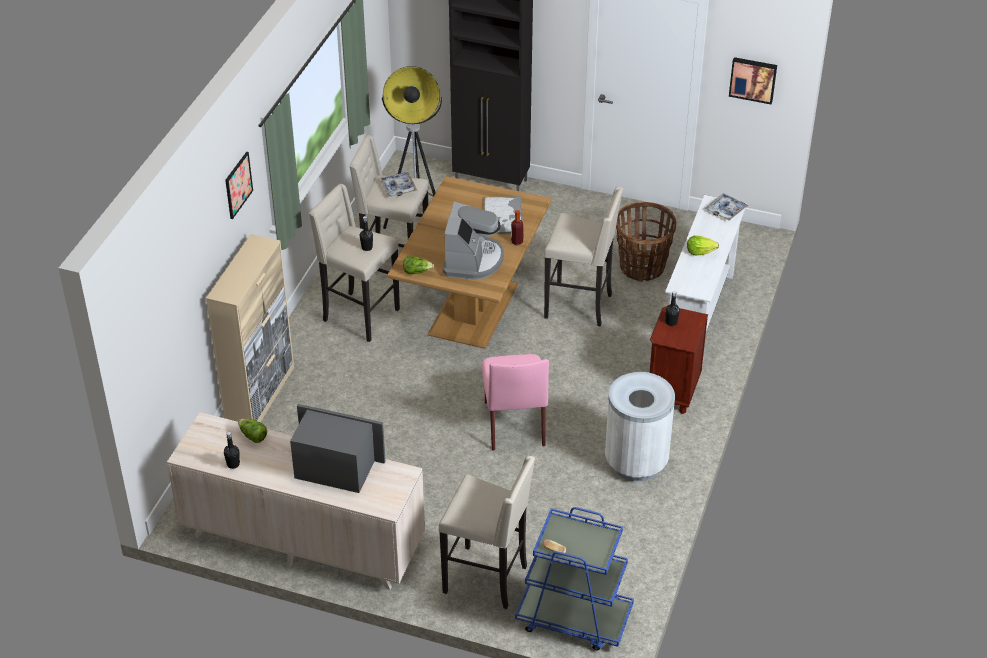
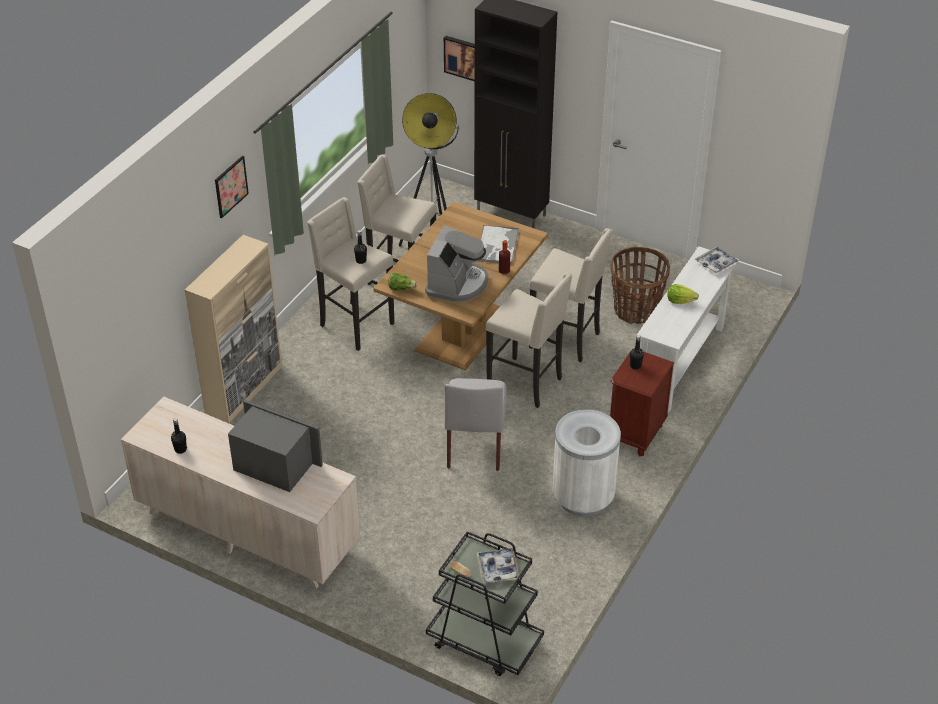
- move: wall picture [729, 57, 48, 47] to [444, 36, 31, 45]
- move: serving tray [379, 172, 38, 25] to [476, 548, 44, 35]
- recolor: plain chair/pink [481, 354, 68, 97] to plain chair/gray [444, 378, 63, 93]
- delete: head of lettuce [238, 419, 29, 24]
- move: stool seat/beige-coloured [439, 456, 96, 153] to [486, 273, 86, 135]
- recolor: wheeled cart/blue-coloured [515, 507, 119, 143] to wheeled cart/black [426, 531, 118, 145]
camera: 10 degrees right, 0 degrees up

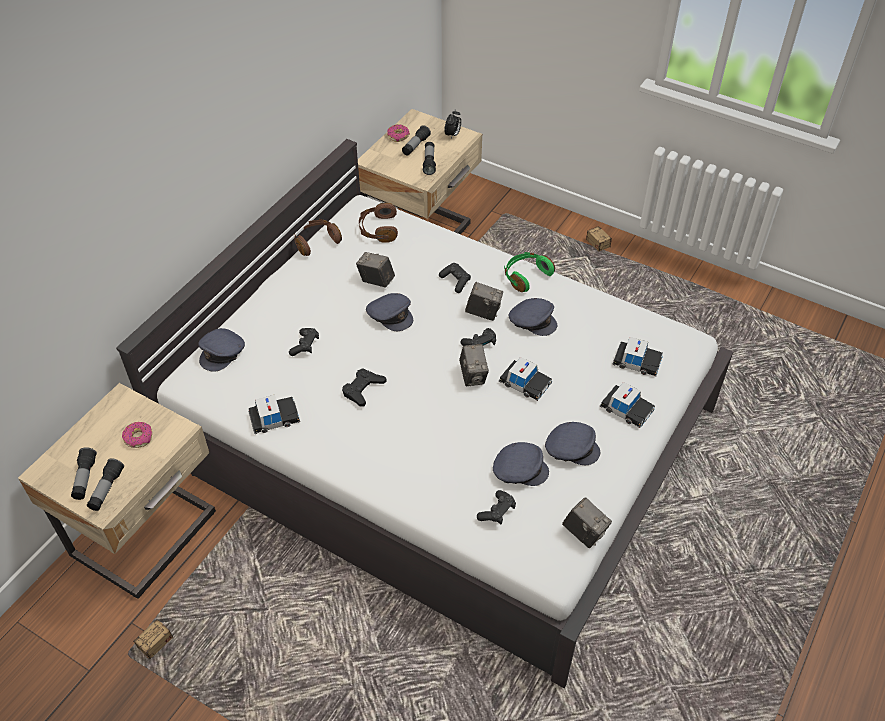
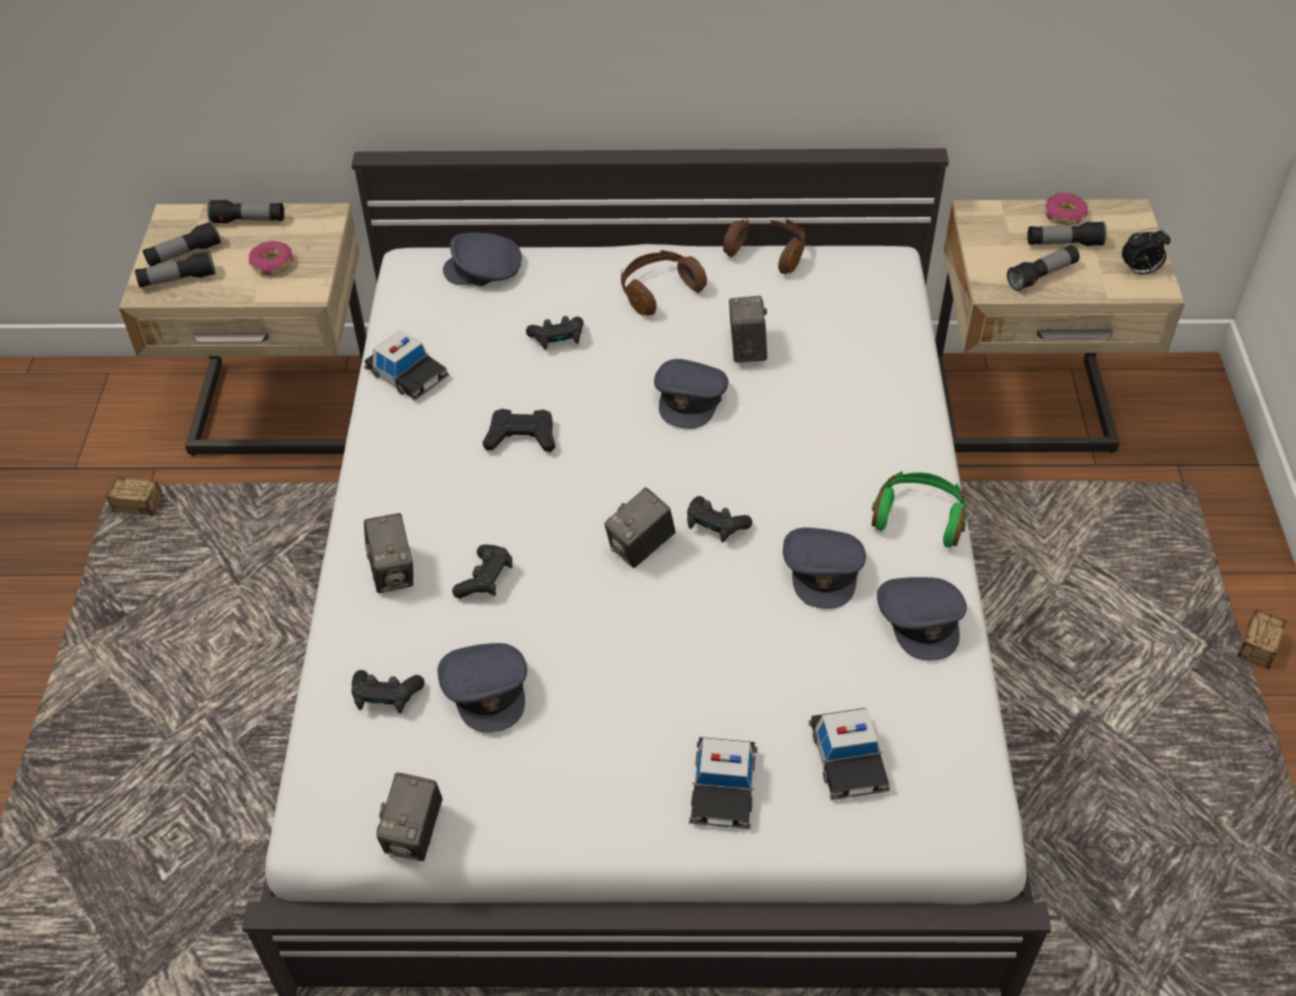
- move: headphones/brown-coloured [359, 203, 39, 40] to [621, 250, 86, 66]
- move: game controller/black [439, 263, 32, 30] to [452, 545, 61, 53]
- move: photo camera [465, 282, 38, 39] to [364, 513, 49, 80]
- delete: miniature car [498, 357, 54, 44]
- move: peaked cap/gray [545, 422, 55, 43] to [877, 577, 90, 83]
- insert: torch [207, 199, 77, 25]
camera: 60 degrees right, 0 degrees up

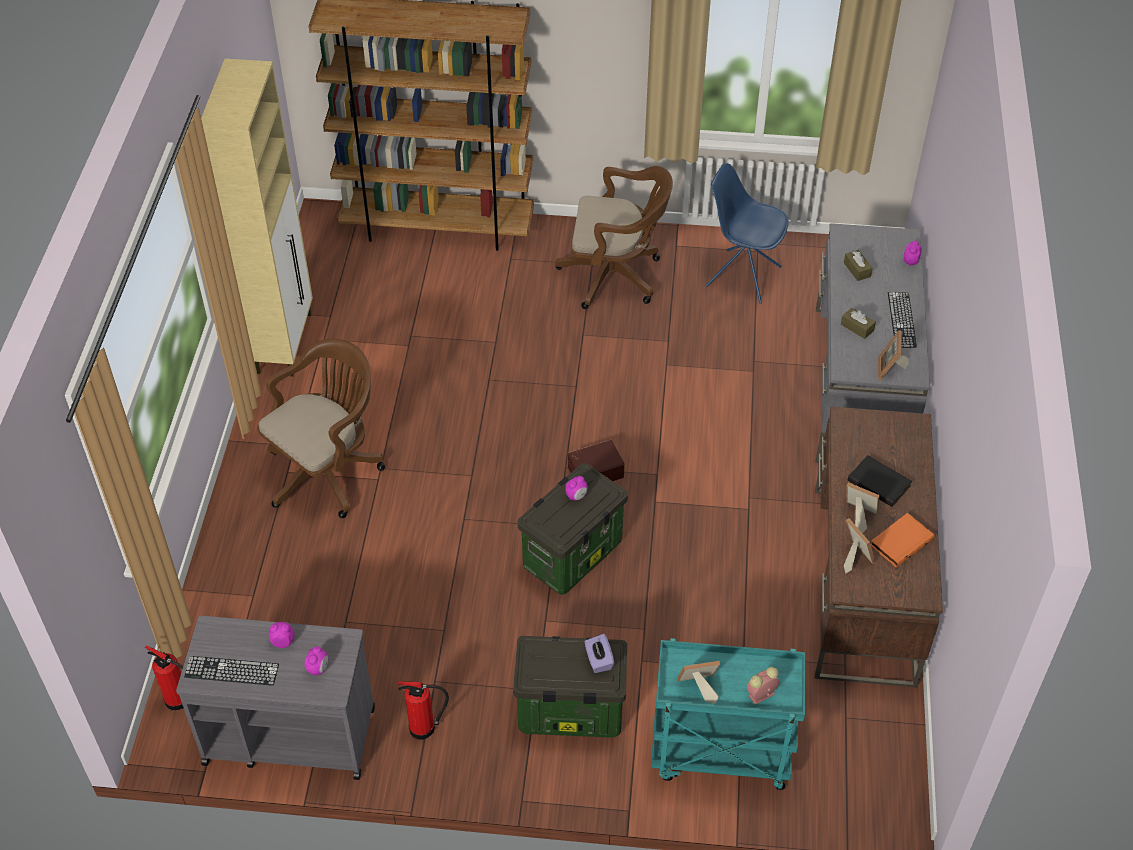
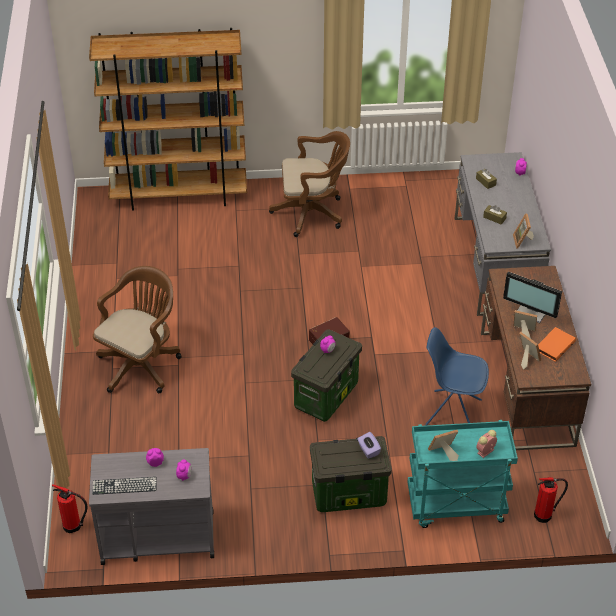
- delete: cupboard/beige-coloured [201, 59, 112, 318]
- move: plain chair/blue-coloured [706, 163, 83, 141] to [425, 327, 64, 98]
- delete: computer keyboard [888, 292, 29, 56]
- replace: volume/black [848, 455, 64, 52] to computer screen [503, 272, 59, 51]
- move: fire-fighting cylinder [398, 682, 51, 58] to [534, 477, 34, 46]
camera: 10 degrees left, 5 degrees down

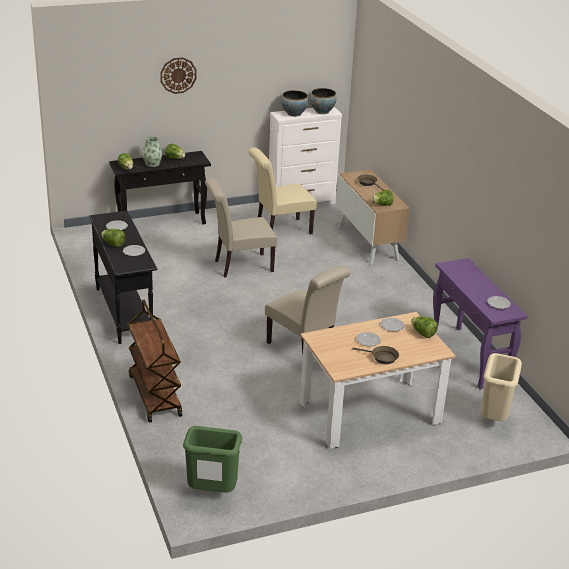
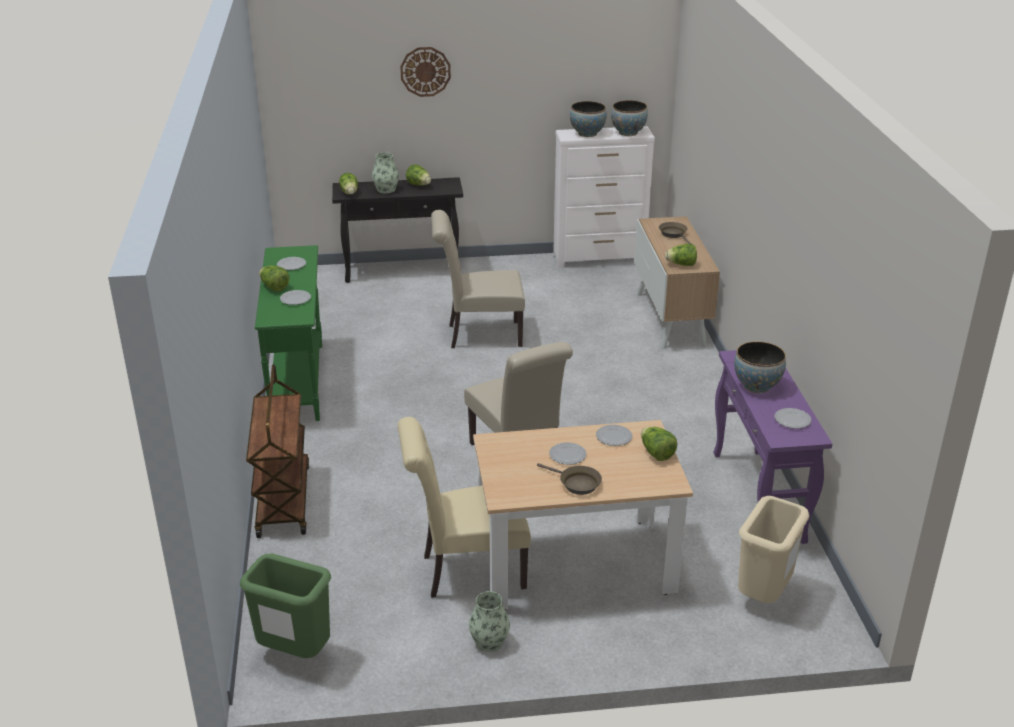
- move: plain chair/beige-coloured [248, 147, 69, 88] to [398, 417, 133, 181]
- recolor: console table/black [89, 211, 68, 133] to console table/greenish [255, 245, 67, 176]
- insert: serving bowl [734, 342, 52, 51]
- insert: vase [469, 591, 41, 61]
camera: 15 degrees right, 0 degrees up

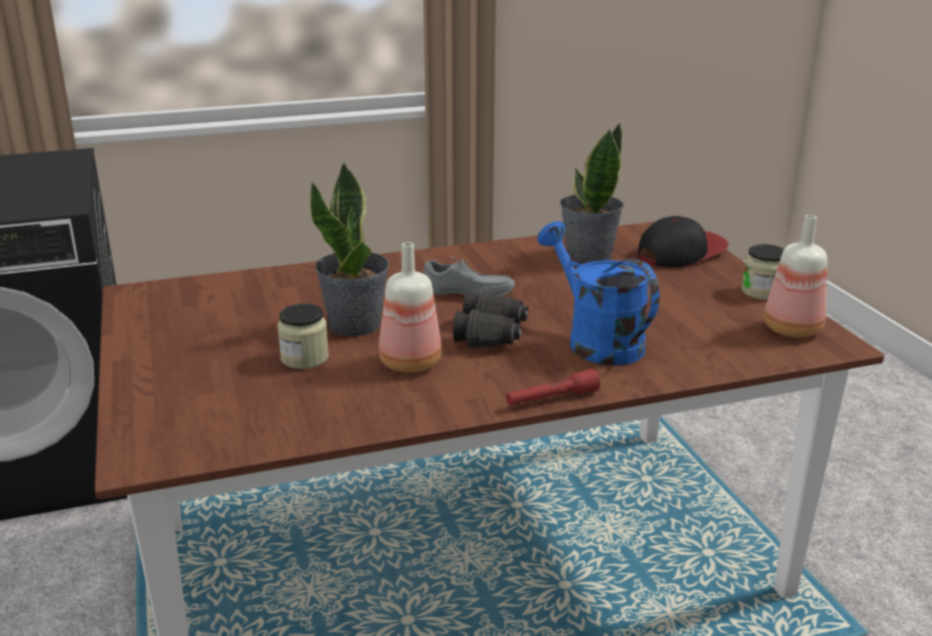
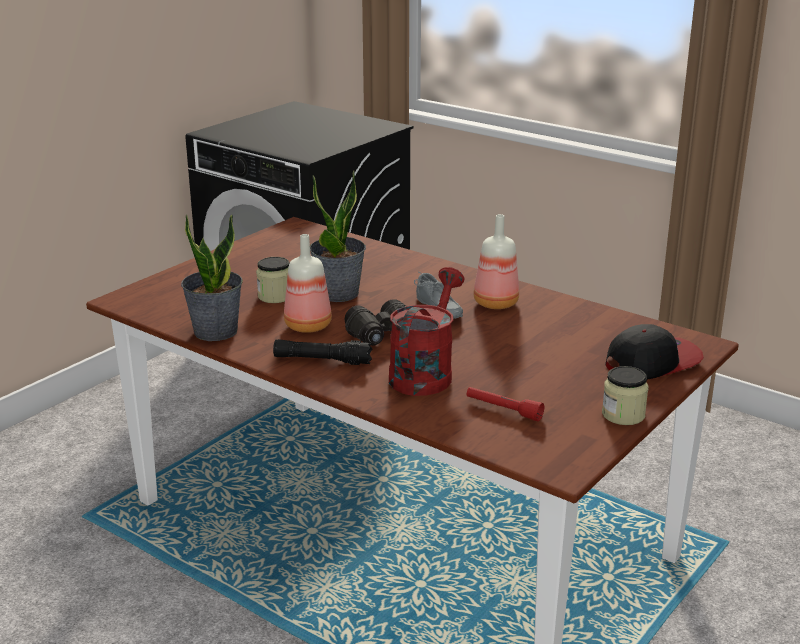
- move: plant in a pot [560, 123, 64, 141] to [181, 214, 62, 127]
- move: drink bottle [764, 215, 63, 123] to [474, 214, 45, 95]
- rotate: peaked cap [638, 216, 91, 52] = [605, 324, 99, 56] 45 degrees counterclockwise
- recolor: sprinkling can/blue-coloured [537, 221, 123, 144] to sprinkling can/reddish [389, 267, 76, 129]
- move: torch/reddish [506, 369, 94, 36] to [467, 387, 77, 34]
- insert: torch/black [273, 339, 99, 26]
camera: 55 degrees right, 0 degrees up

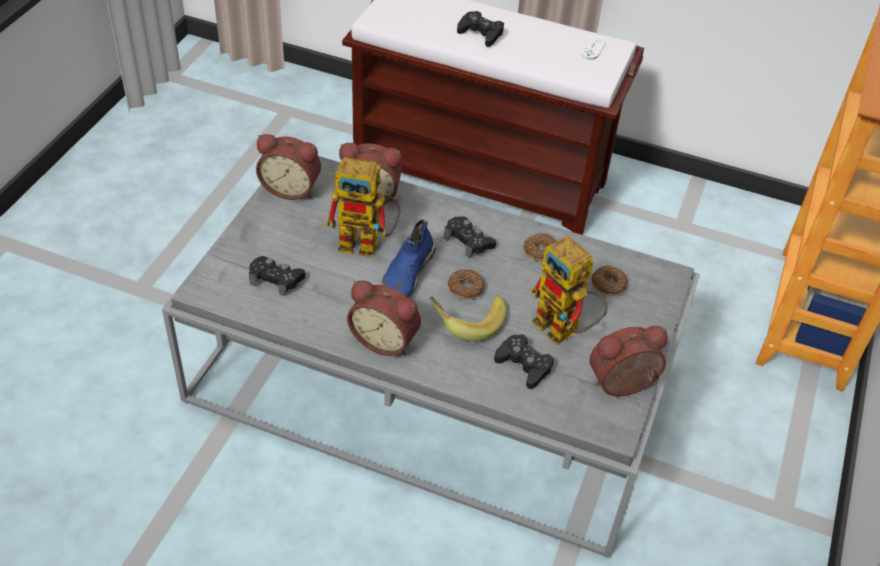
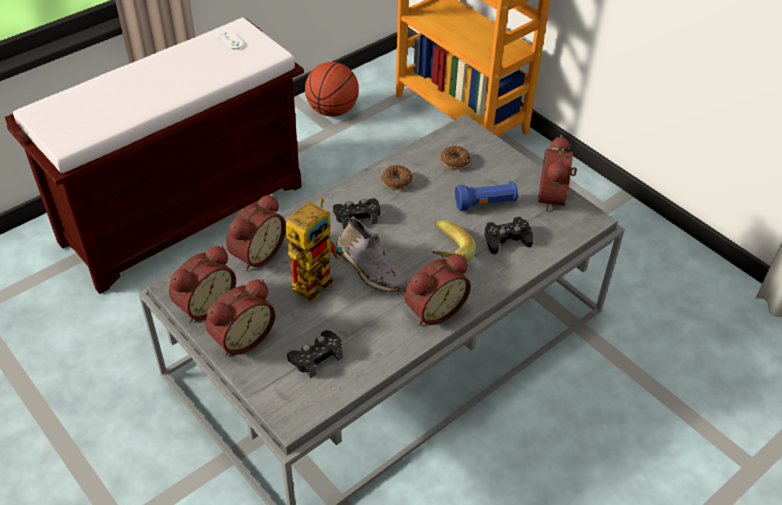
- delete: game controller/black [457, 11, 47, 36]
- recolor: low shoe/blue-coloured [380, 219, 56, 79] to low shoe/gray [337, 216, 70, 76]
- replace: toy robot [530, 235, 78, 110] to torch/blue-coloured [455, 181, 64, 30]
- delete: donut [448, 269, 37, 31]
- insert: ball for basketball [305, 62, 54, 55]
- insert: bedside clock [206, 279, 70, 77]
camera: 60 degrees left, 0 degrees up

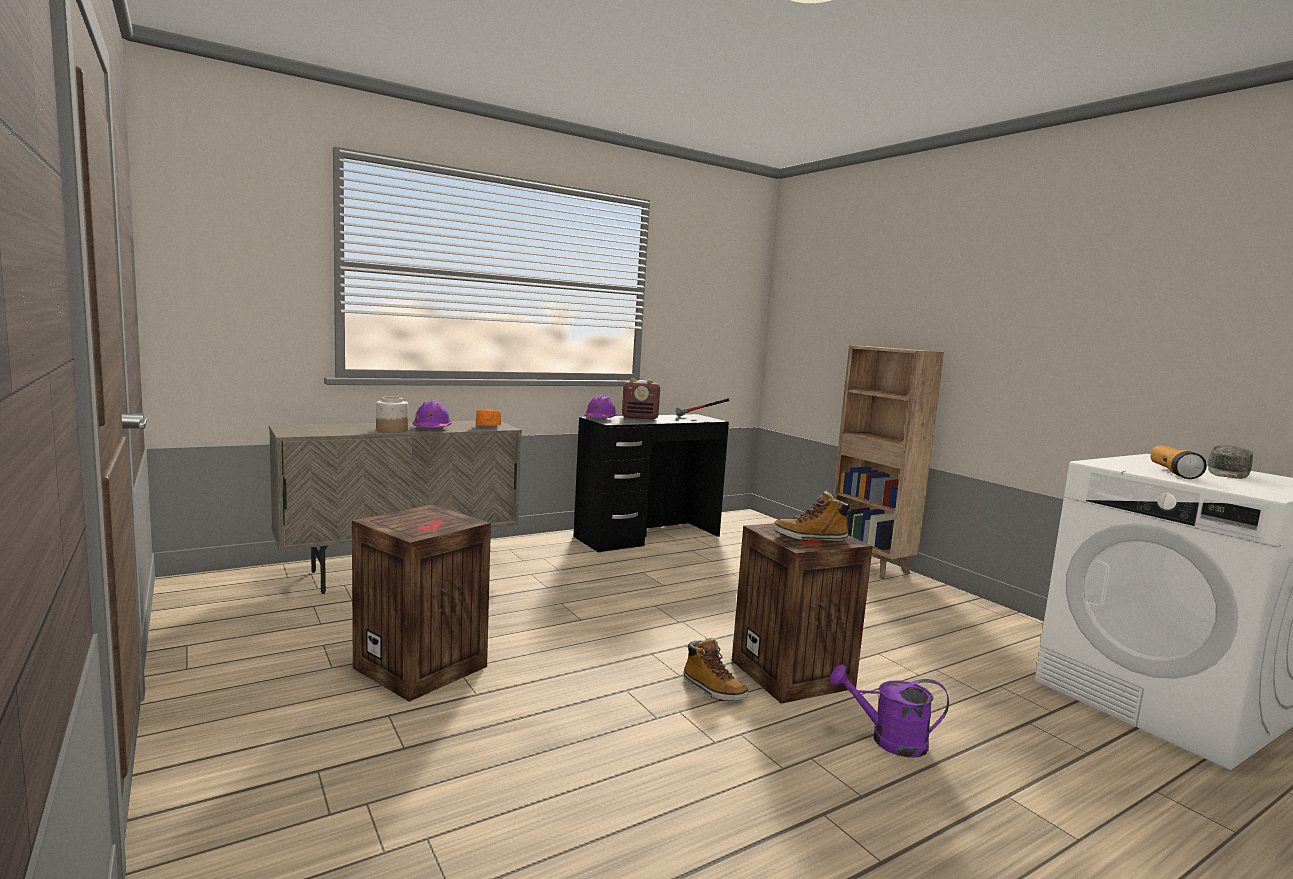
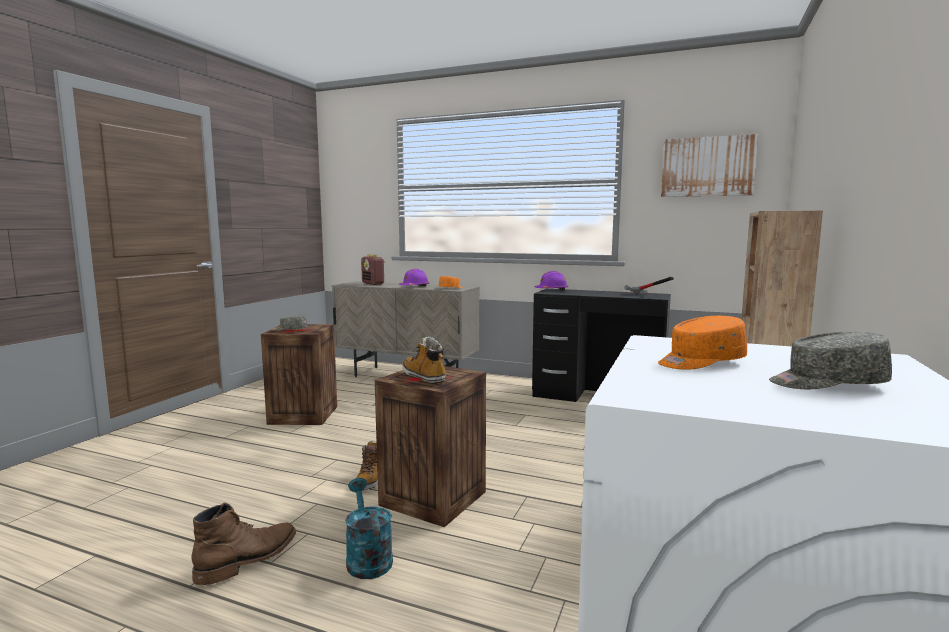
- move: radio [622, 379, 38, 40] to [361, 254, 24, 31]
- delete: preserve jar [376, 397, 32, 36]
- replace: torch [1151, 446, 56, 33] to peaked cap/orange [658, 316, 89, 54]
- recolor: sprinkling can/purple [830, 665, 119, 93] to sprinkling can/blue-green [345, 478, 48, 101]
- insert: wall picture [661, 134, 97, 63]
- insert: peaked cap/gray [275, 314, 33, 17]
- insert: boot/brown-coloured [191, 503, 105, 82]
camera: 55 degrees right, 0 degrees up

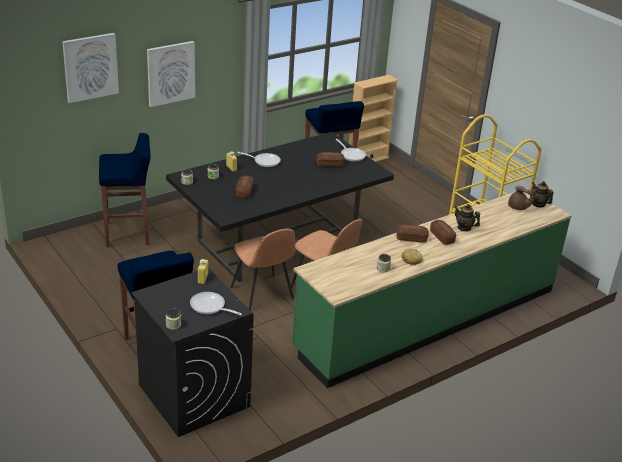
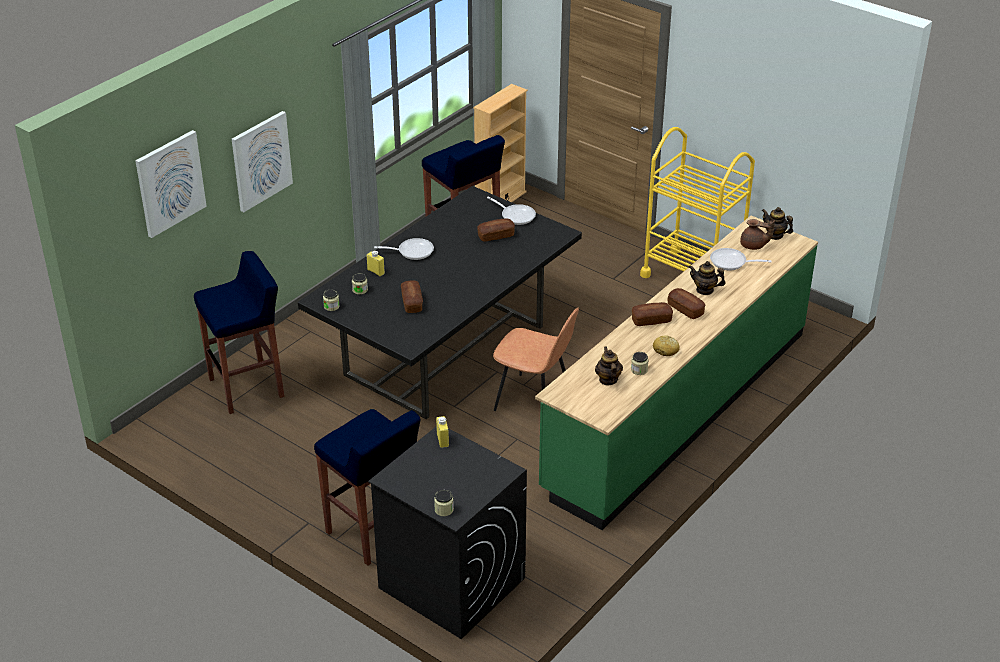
- delete: plain chair/brown-coloured [230, 229, 65, 82]
- move: skillet [190, 292, 52, 23] to [710, 248, 62, 22]
- insert: teapot [595, 347, 28, 38]
camera: 15 degrees left, 5 degrees up

